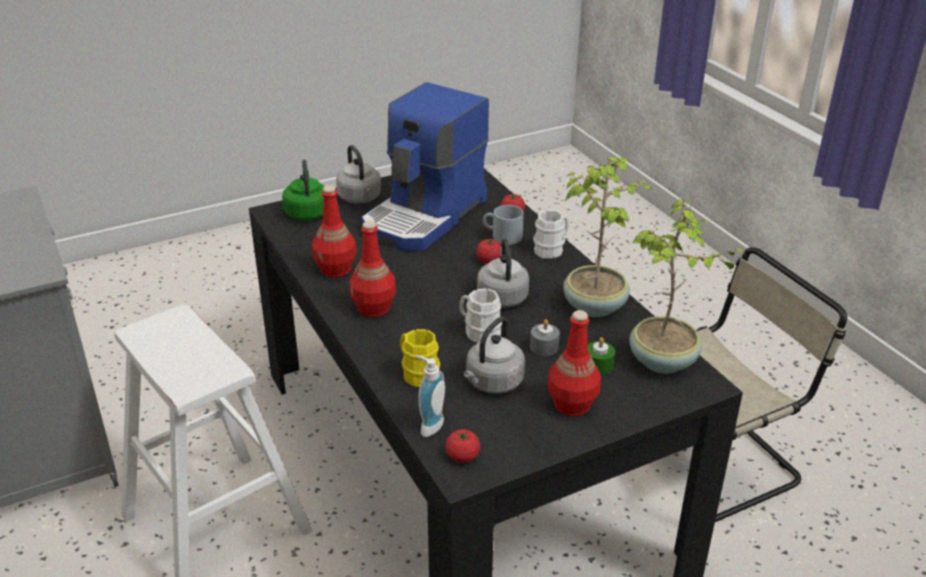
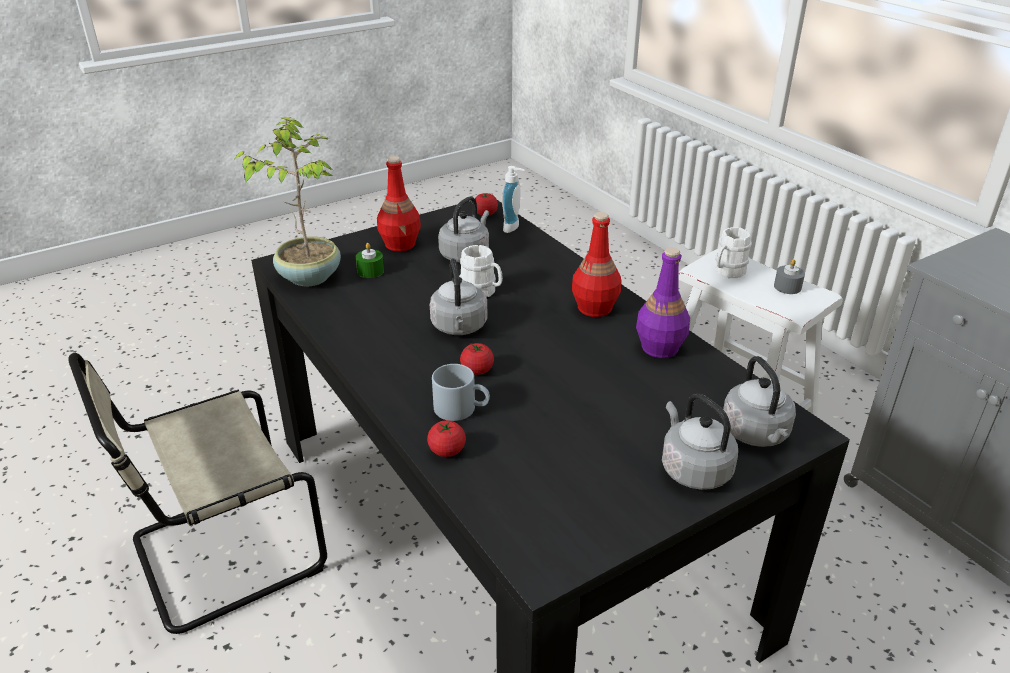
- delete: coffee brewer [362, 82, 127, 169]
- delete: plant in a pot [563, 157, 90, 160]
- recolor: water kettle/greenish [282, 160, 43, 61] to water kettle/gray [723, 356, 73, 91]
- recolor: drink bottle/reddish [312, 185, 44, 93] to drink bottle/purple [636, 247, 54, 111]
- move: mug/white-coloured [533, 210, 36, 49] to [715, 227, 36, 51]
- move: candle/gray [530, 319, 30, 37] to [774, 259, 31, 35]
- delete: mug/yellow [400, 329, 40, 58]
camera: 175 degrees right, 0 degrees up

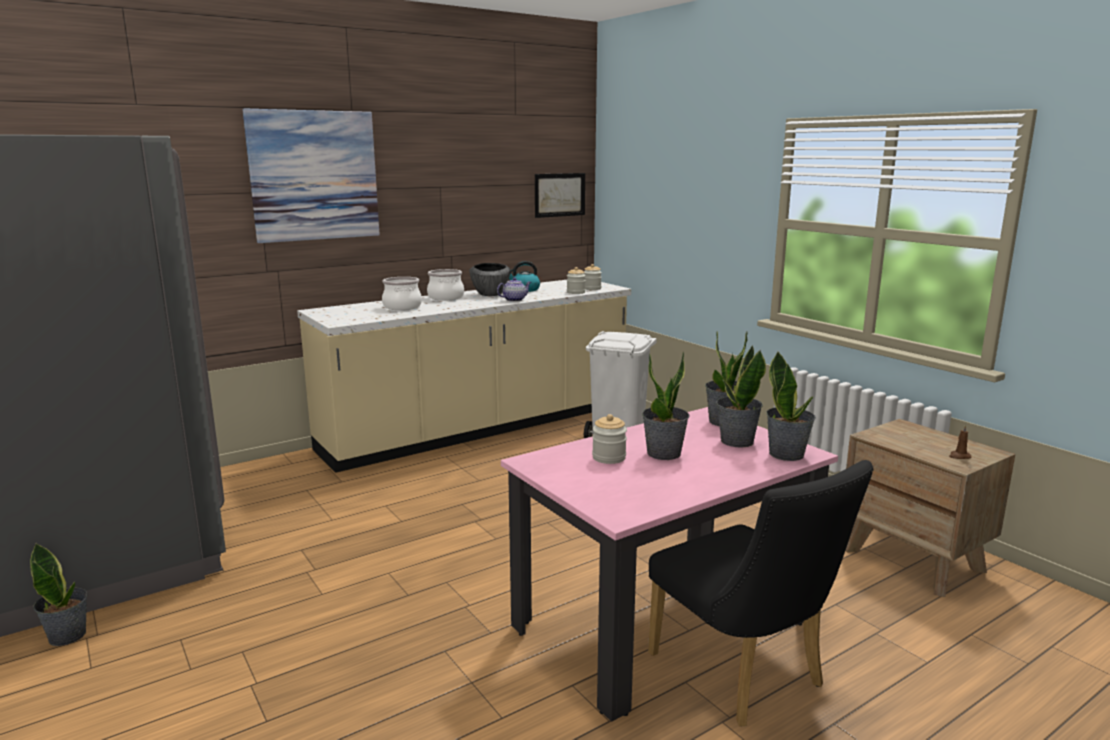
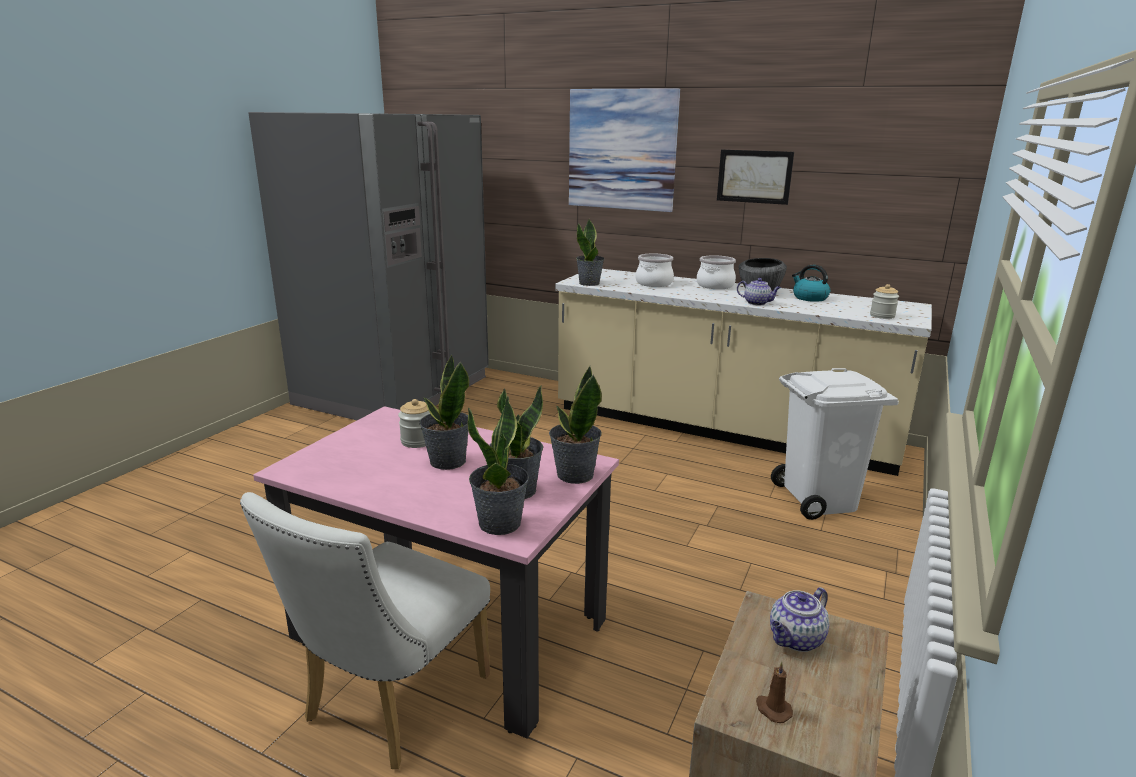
- move: wall picture [535, 173, 50, 45] to [717, 150, 77, 55]
- delete: preserve jar [567, 267, 19, 27]
- recolor: plain chair/black [648, 460, 226, 267] to plain chair/white-coloured [240, 492, 250, 277]
- move: plant in a pot [30, 543, 58, 103] to [576, 219, 28, 67]
- insert: teapot [770, 587, 59, 65]
camera: 60 degrees right, 5 degrees up

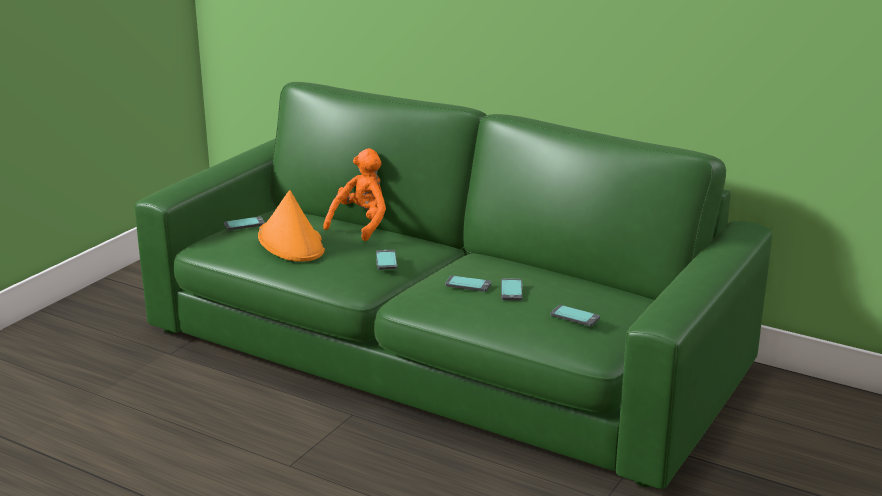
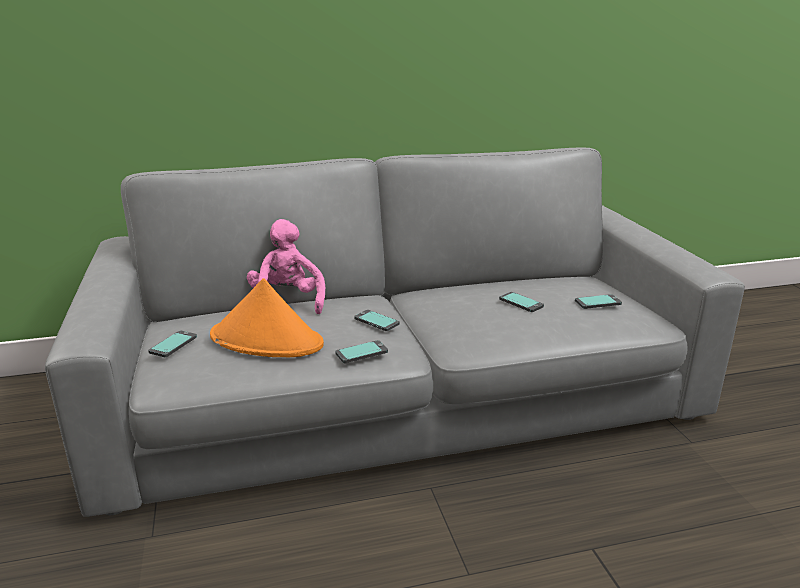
- recolor: sofa/greenish [135, 82, 638, 407] to sofa/gray [45, 147, 700, 370]
- recolor: cuddly toy/orange [323, 148, 63, 93] to cuddly toy/pink [247, 219, 78, 95]
- move: handset [445, 275, 47, 17] to [335, 340, 53, 23]
camera: 45 degrees left, 0 degrees up

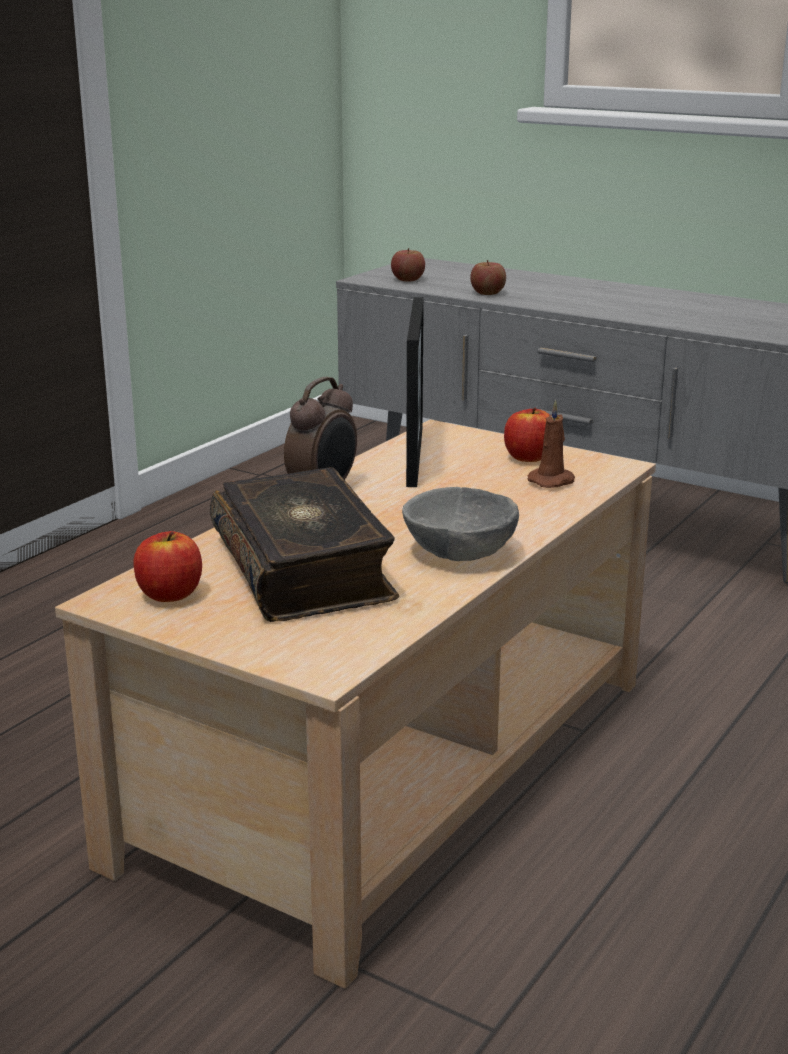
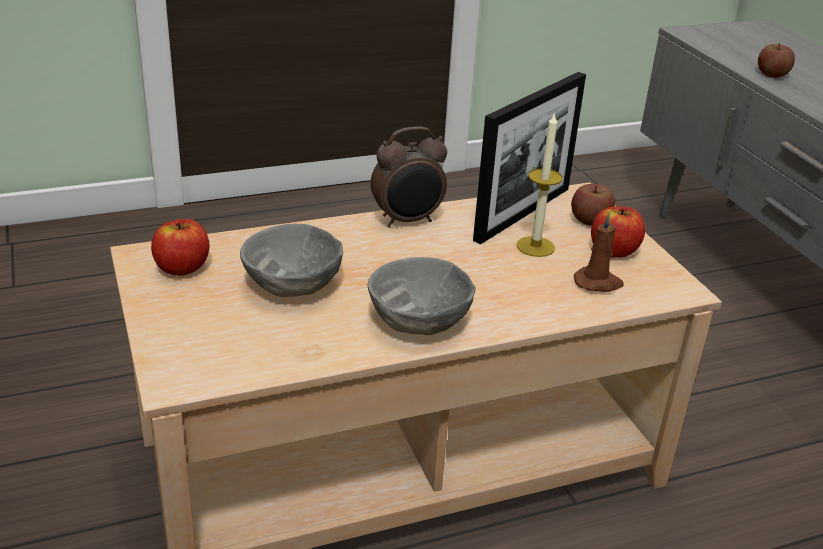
- move: apple [391, 248, 34, 34] to [571, 184, 44, 42]
- replace: volume [210, 467, 189, 155] to serving bowl/gray [240, 224, 103, 73]
- insert: candle [517, 112, 45, 145]
camera: 35 degrees right, 10 degrees up

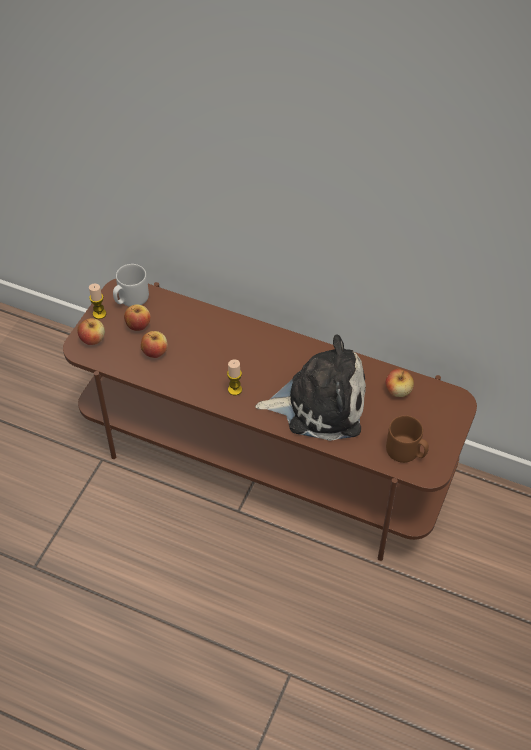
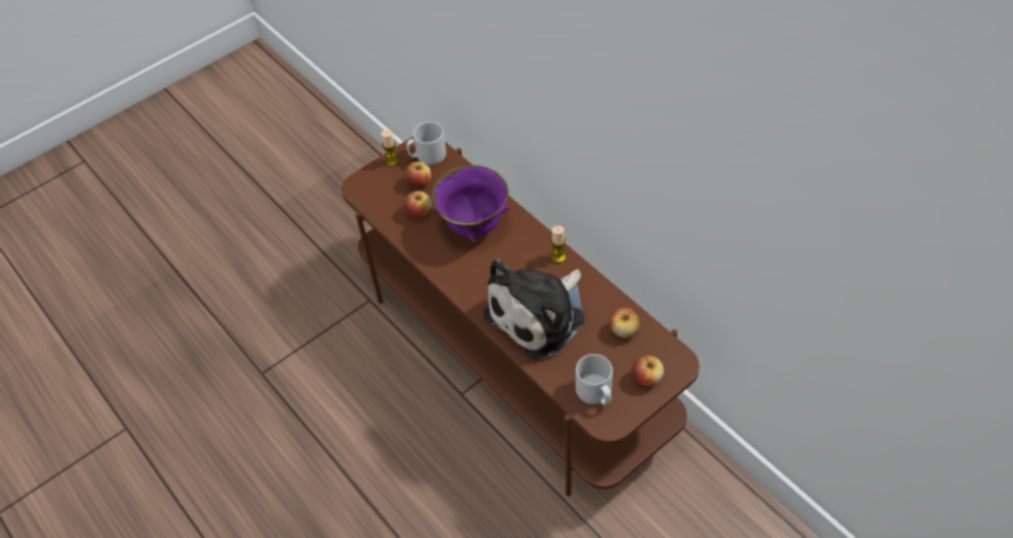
- move: apple [77, 318, 28, 27] to [632, 355, 32, 31]
- rotate: cuddly toy [255, 334, 111, 107] = [483, 259, 102, 100] 105 degrees clockwise
- move: candle [227, 359, 15, 36] to [551, 226, 15, 37]
- recolor: mug/brown-coloured [386, 415, 43, 48] to mug/gray [576, 354, 37, 51]
- insert: serving bowl/purple [432, 165, 78, 78]
camera: 30 degrees right, 0 degrees up

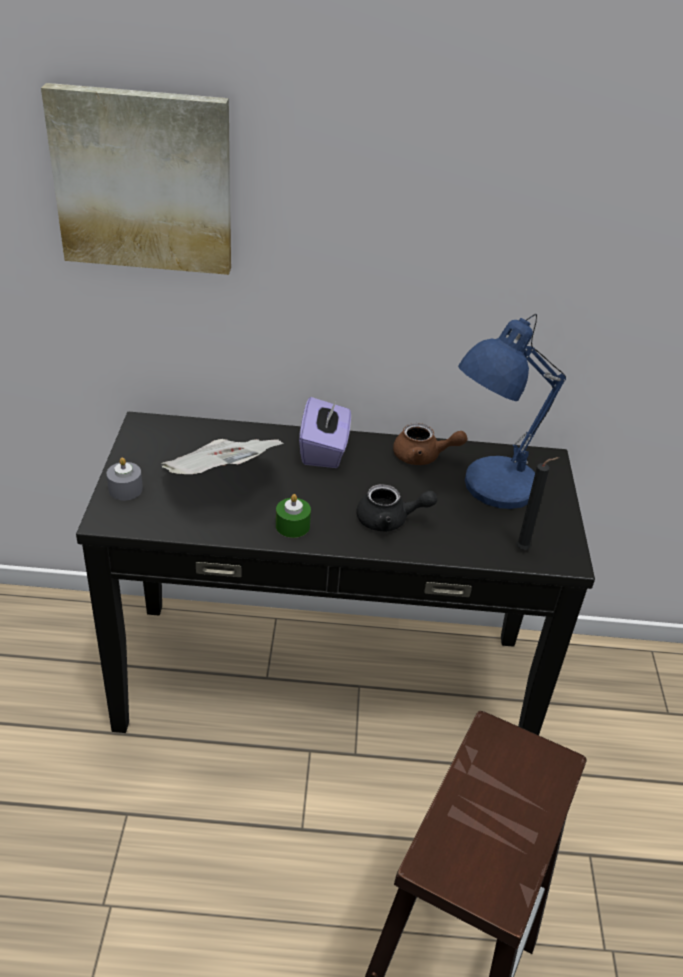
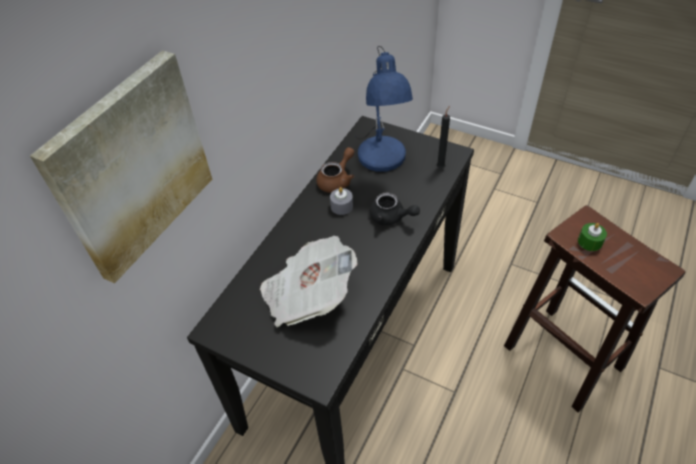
- delete: tissue box/purple [299, 397, 52, 71]
- move: candle/gray [106, 458, 37, 42] to [330, 187, 23, 28]
- rotate: teapot/black [357, 484, 81, 48] = [370, 193, 50, 32] 90 degrees clockwise
- move: candle/greenish [276, 494, 35, 44] to [578, 223, 29, 28]
camera: 60 degrees left, 10 degrees up

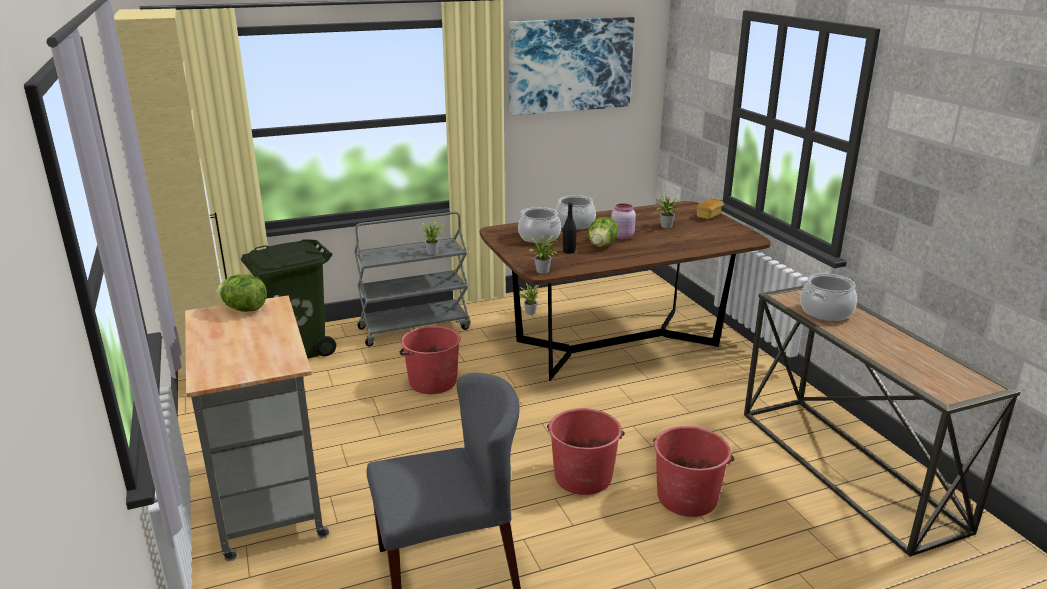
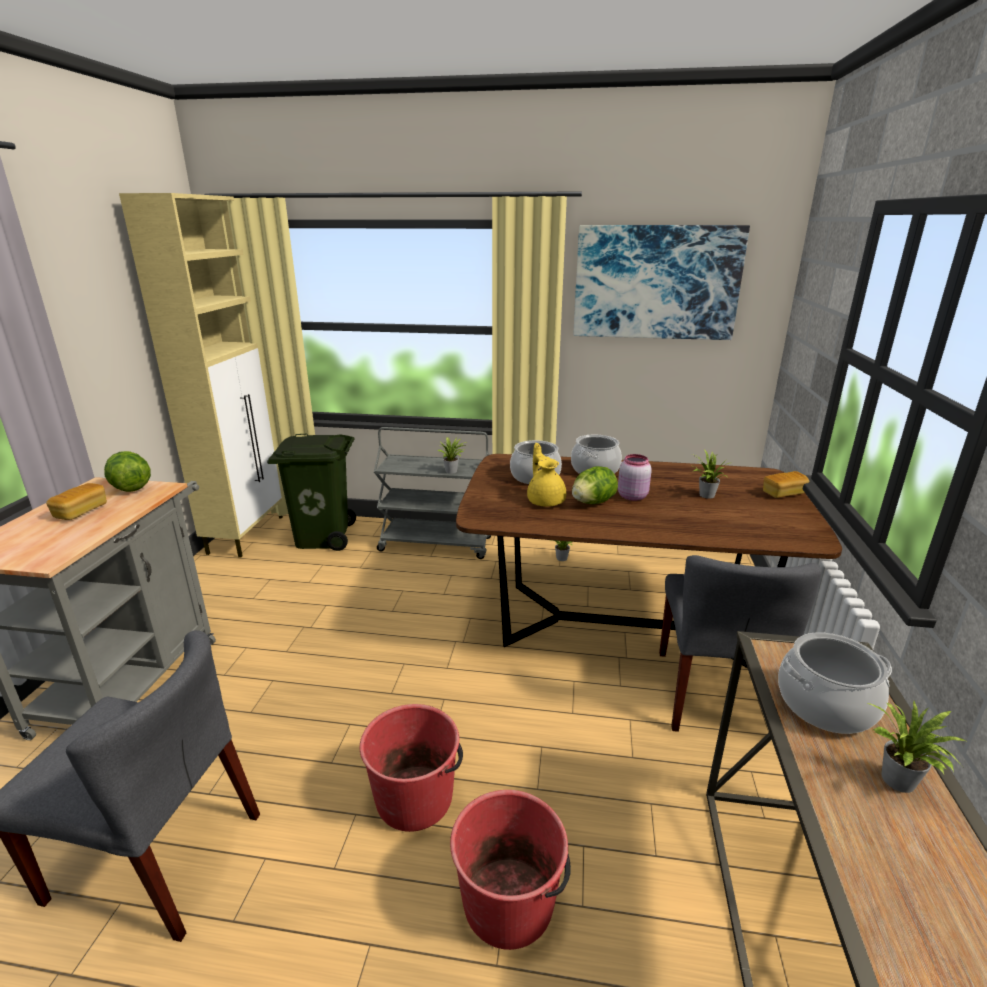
- replace: drink bottle/black [563, 202, 13, 52] to teapot/yellow [527, 443, 39, 64]
- move: plant in a pot [524, 233, 34, 41] to [865, 701, 101, 92]
- delete: bucket/reddish [399, 326, 62, 68]
- insert: bakery bread [46, 483, 61, 37]
- insert: plain chair/gray [659, 555, 163, 177]
camera: 30 degrees right, 0 degrees up

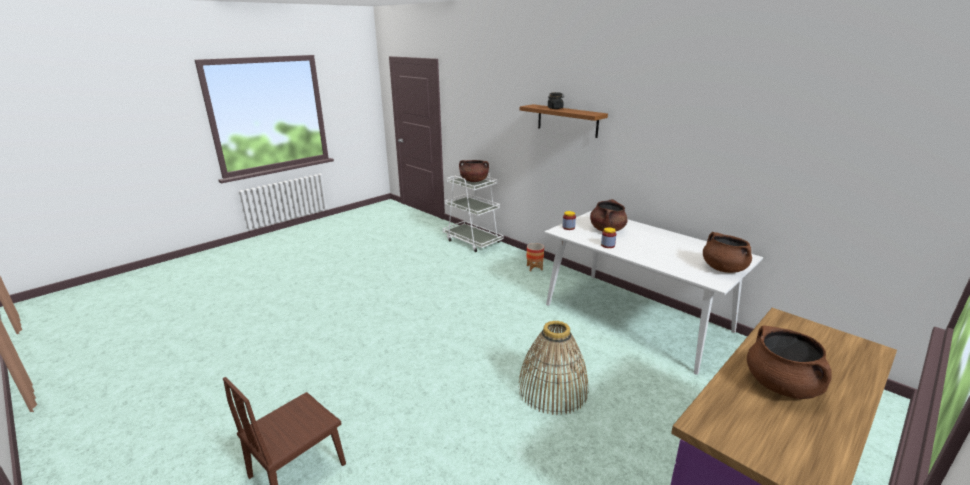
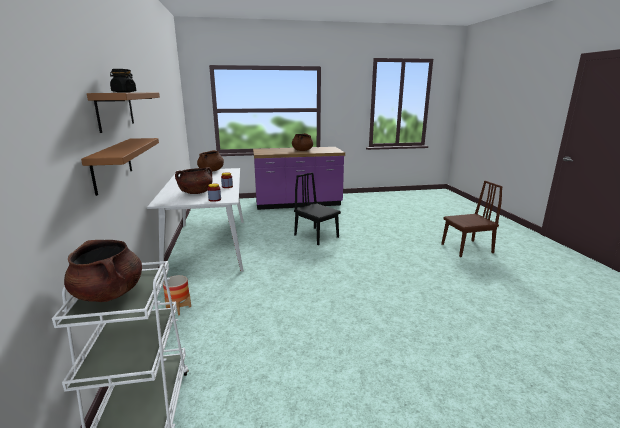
- replace: household basket [518, 321, 70, 94] to plain chair/black [294, 172, 47, 73]
- insert: shelf/brown-coloured [81, 138, 78, 58]
camera: 145 degrees left, 5 degrees down

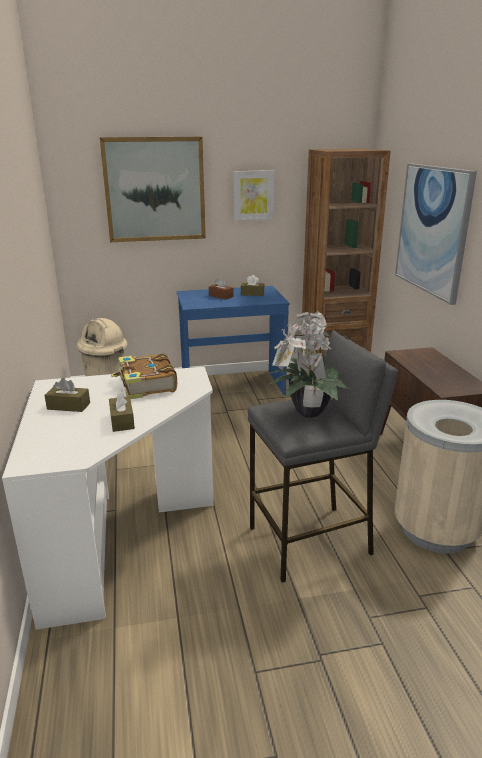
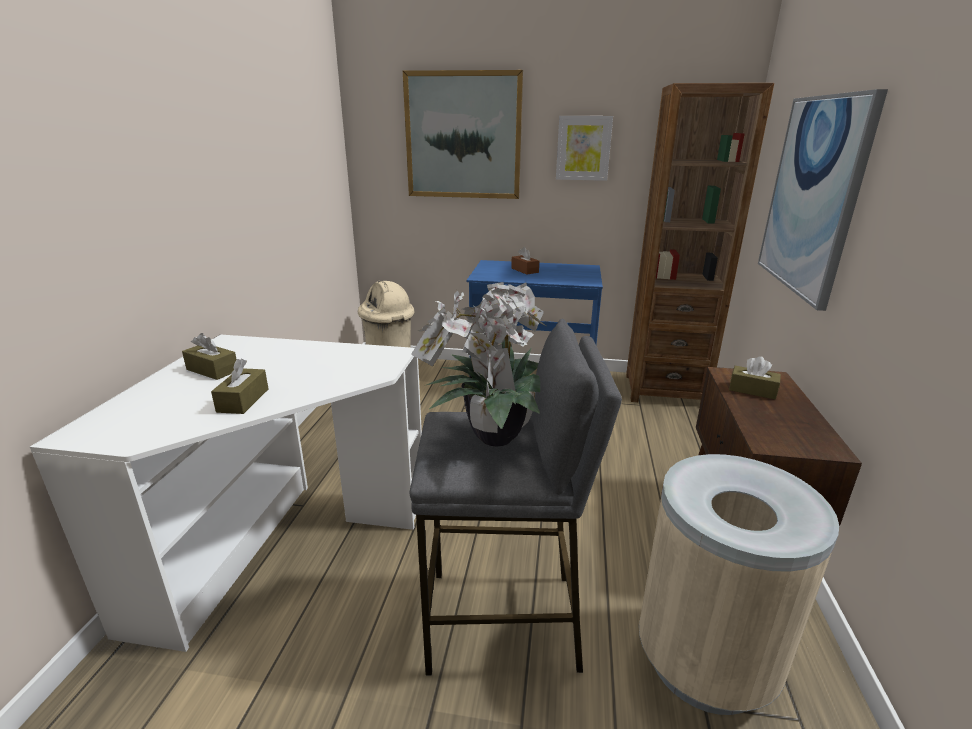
- move: tissue box/brown-coloured [241, 275, 24, 21] to [729, 356, 52, 43]
- delete: volume [111, 353, 66, 46]
camera: 20 degrees right, 0 degrees up

